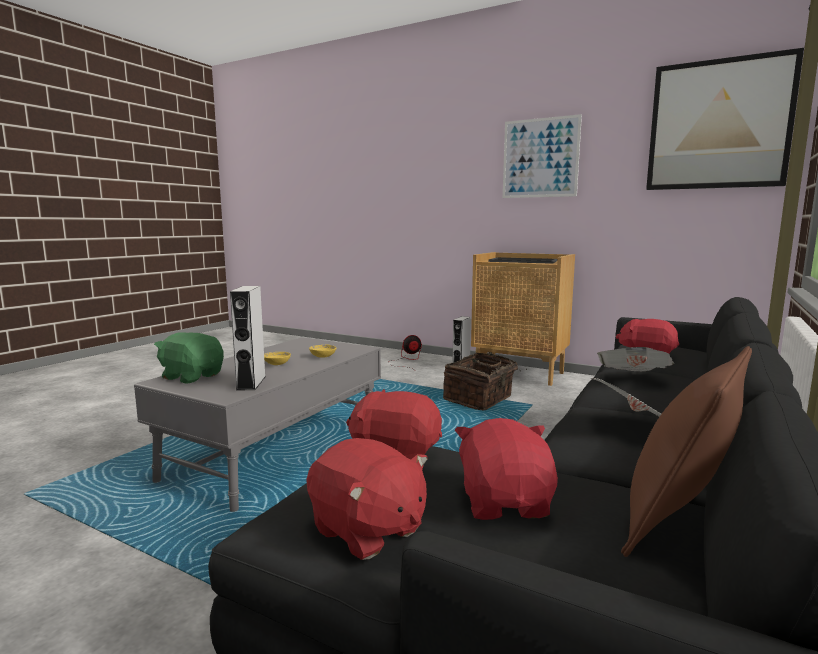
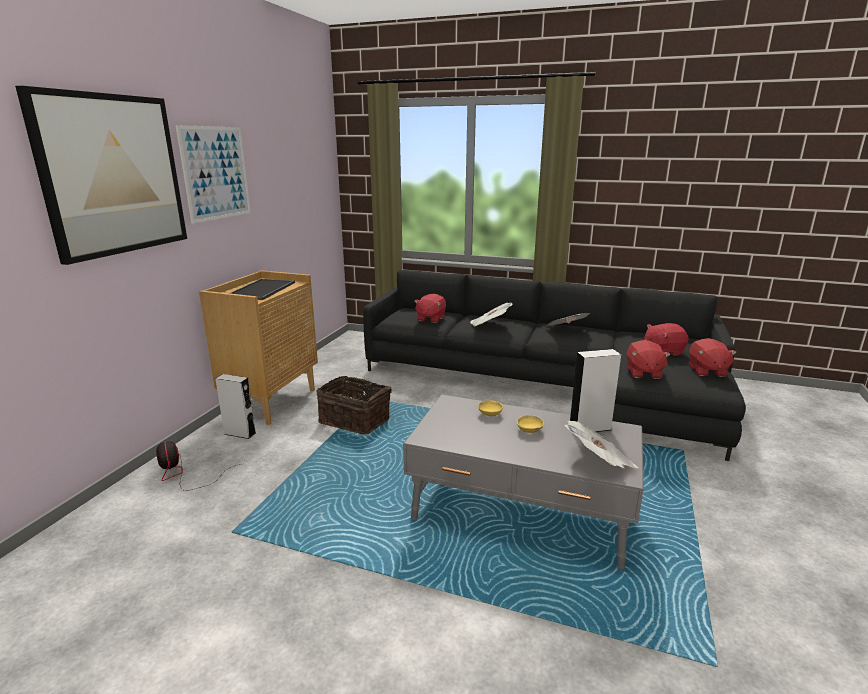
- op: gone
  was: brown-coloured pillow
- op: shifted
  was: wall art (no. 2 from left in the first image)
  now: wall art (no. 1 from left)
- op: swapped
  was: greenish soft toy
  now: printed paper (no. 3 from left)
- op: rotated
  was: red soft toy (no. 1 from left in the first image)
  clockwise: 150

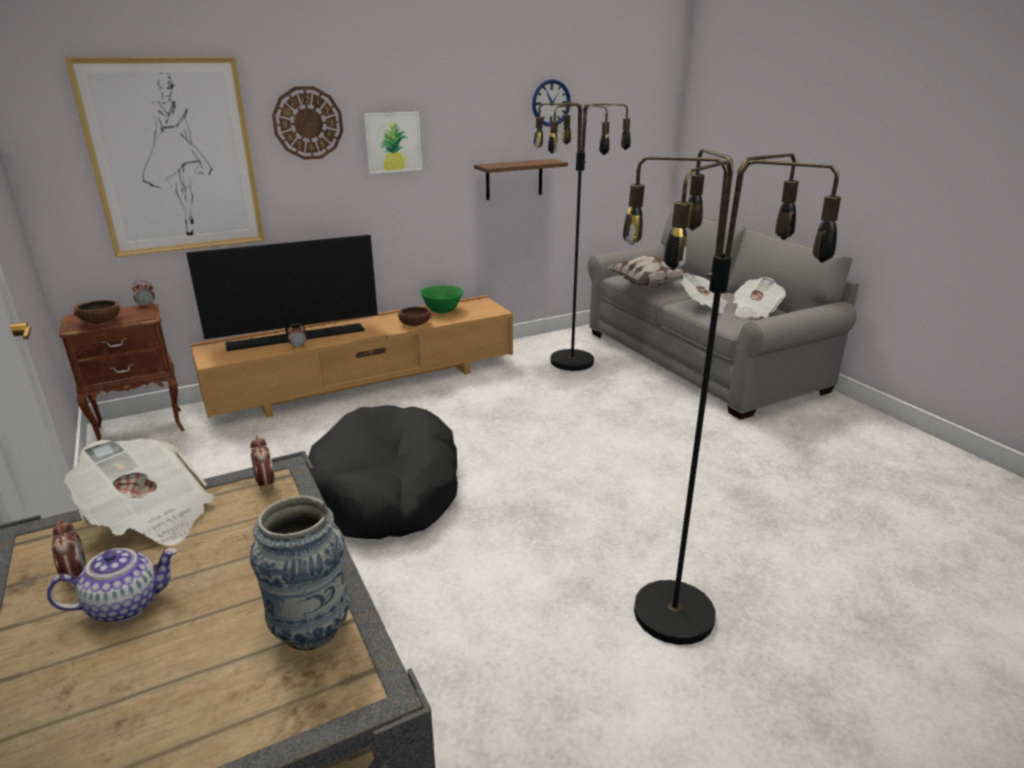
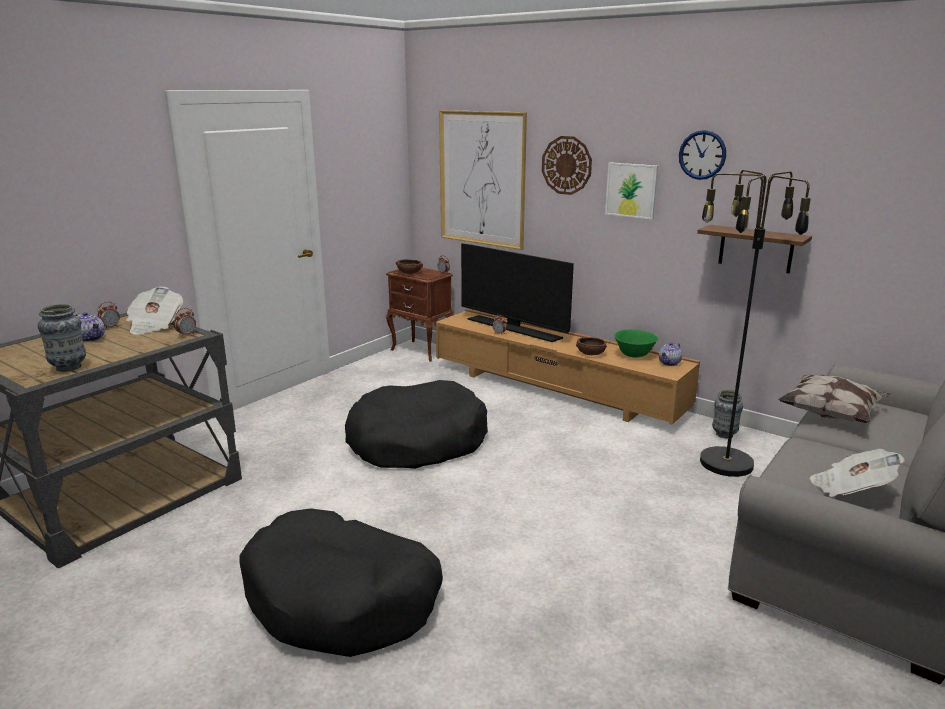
- op: gone
  was: printed paper (no. 2 from left)
- op: new
  now: tea pot (no. 2 from left)
- op: new
  now: decorative vase (no. 2 from left)
- op: shifted
  was: clock on the wall (no. 2 from left)
- op: swapped
  was: standing lamp (no. 2 from left)
  now: black dog bed (no. 1 from left)

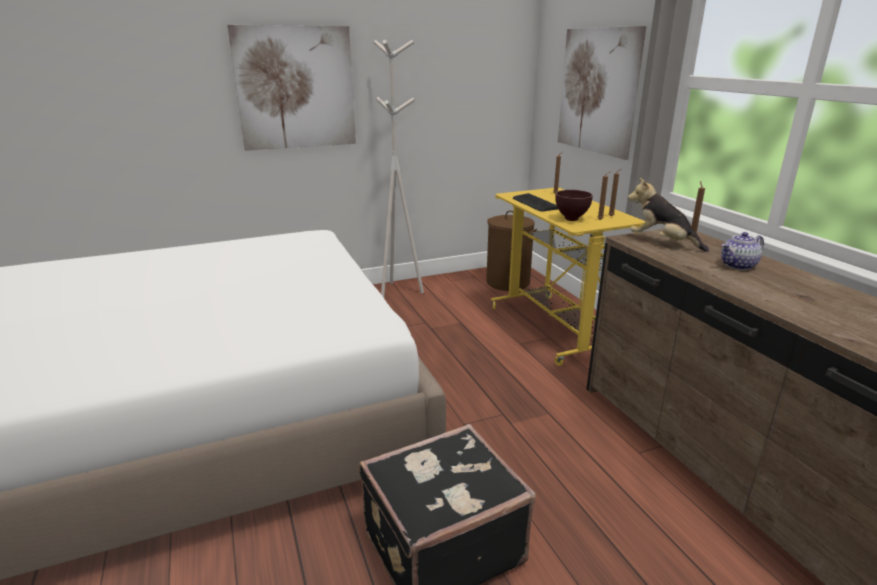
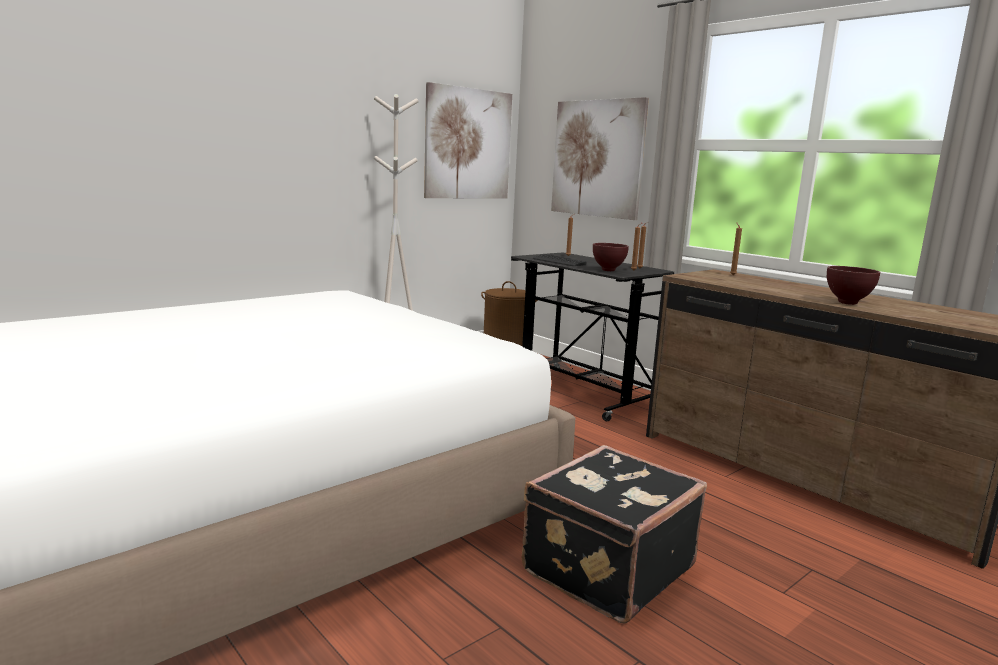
- op: gone
  was: soft toy
- op: gone
  was: tea pot
- op: new
  now: brown-coloured serving bowl (no. 2 from left)
- op: shifted
  was: wall art (no. 1 from left)
- op: repainted
  was: yellow desk unit
  now: black desk unit

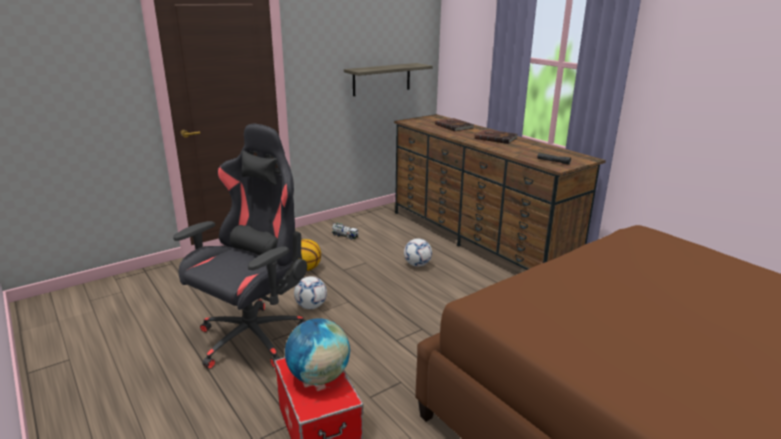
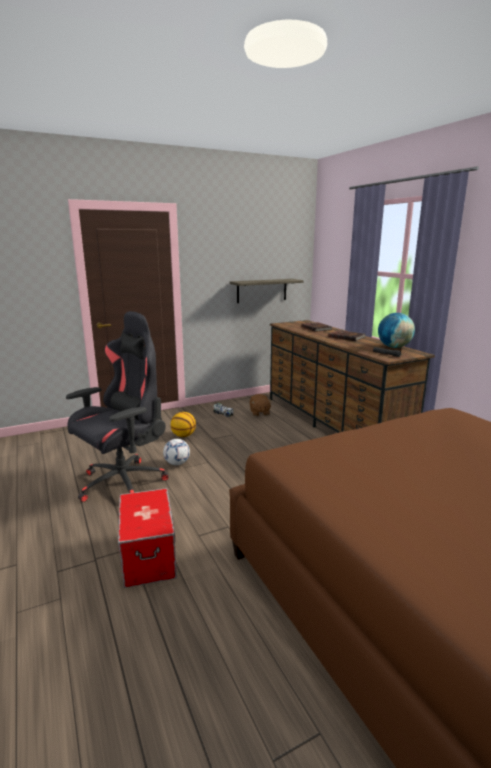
- op: gone
  was: football (no. 2 from left)
- op: new
  now: brown-coloured soft toy
- op: shifted
  was: world globe

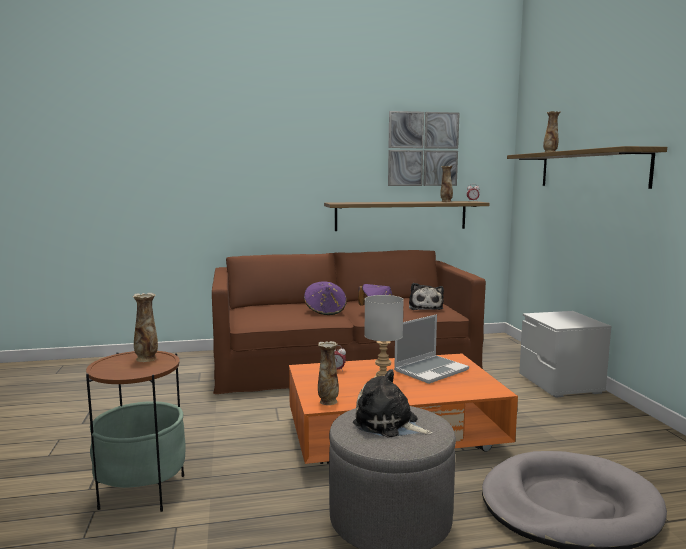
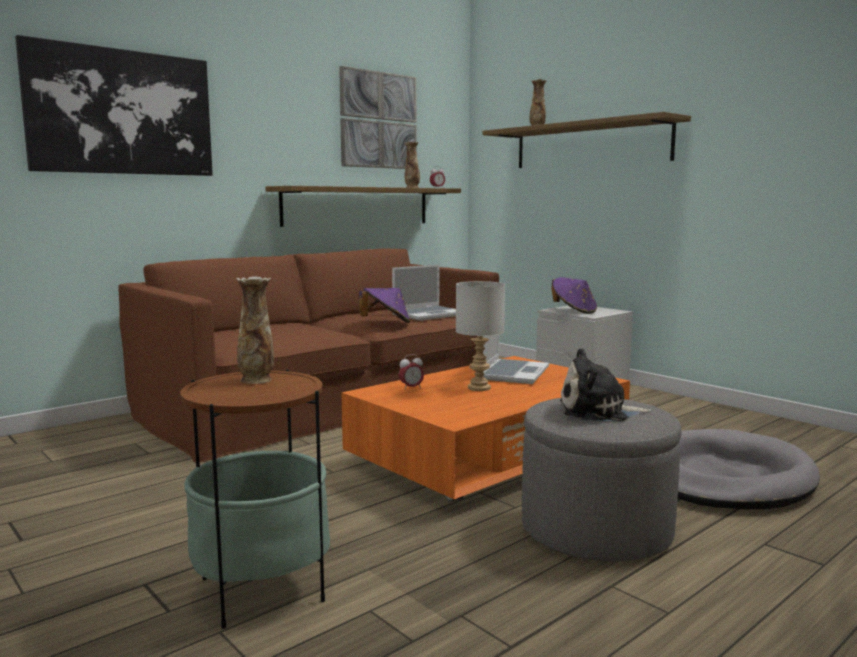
- op: gone
  was: decorative vase (no. 2 from left)
- op: new
  now: wall art (no. 1 from left)
- op: shifted
  was: purple wearable hat (no. 1 from left in the first image)
  now: purple wearable hat (no. 2 from left)
- op: swapped
  was: soft toy (no. 2 from left)
  now: notebook computer (no. 1 from left)

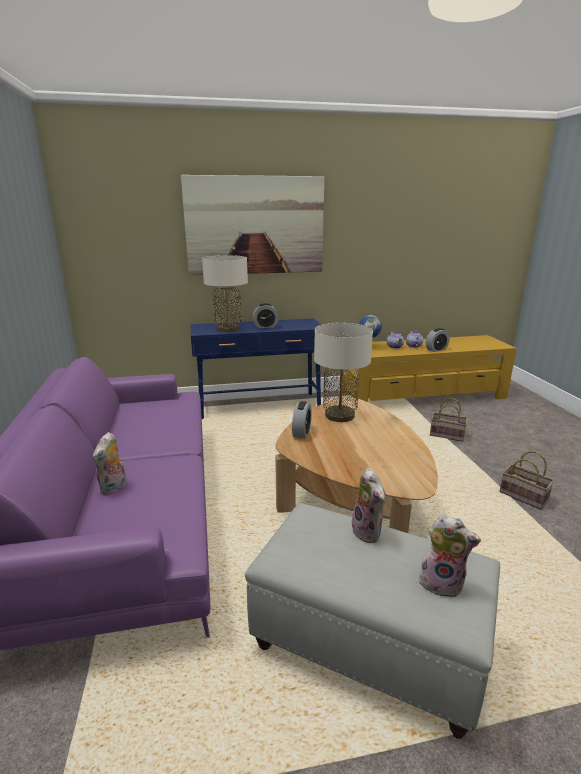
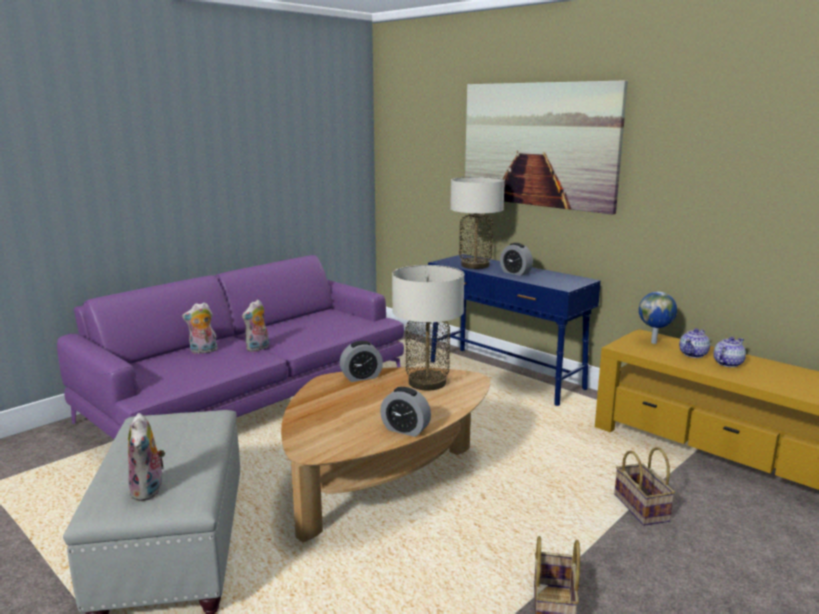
- op: shifted
  was: soft toy (no. 2 from left in the first image)
  now: soft toy (no. 3 from left)
- op: shifted
  was: table clock (no. 3 from left in the first image)
  now: table clock (no. 2 from left)

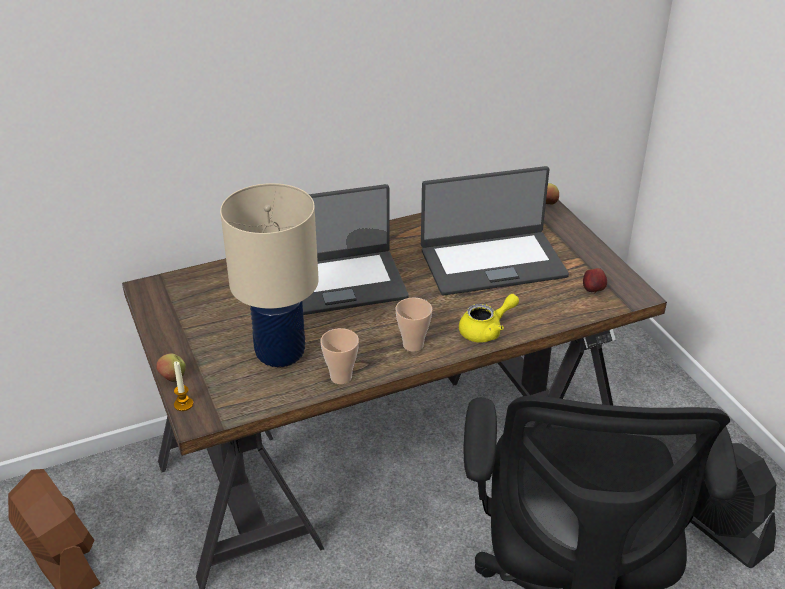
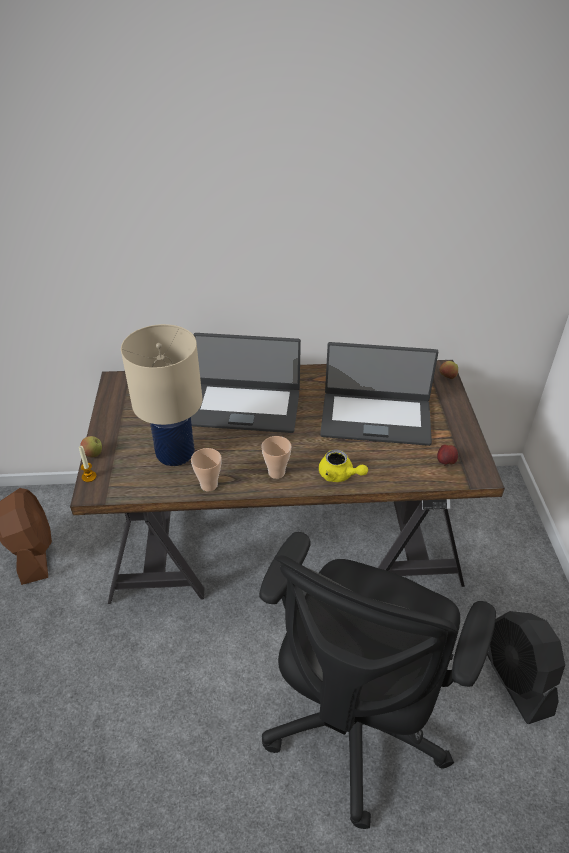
- op: rotated
  was: yellow tea pot
  clockwise: 45

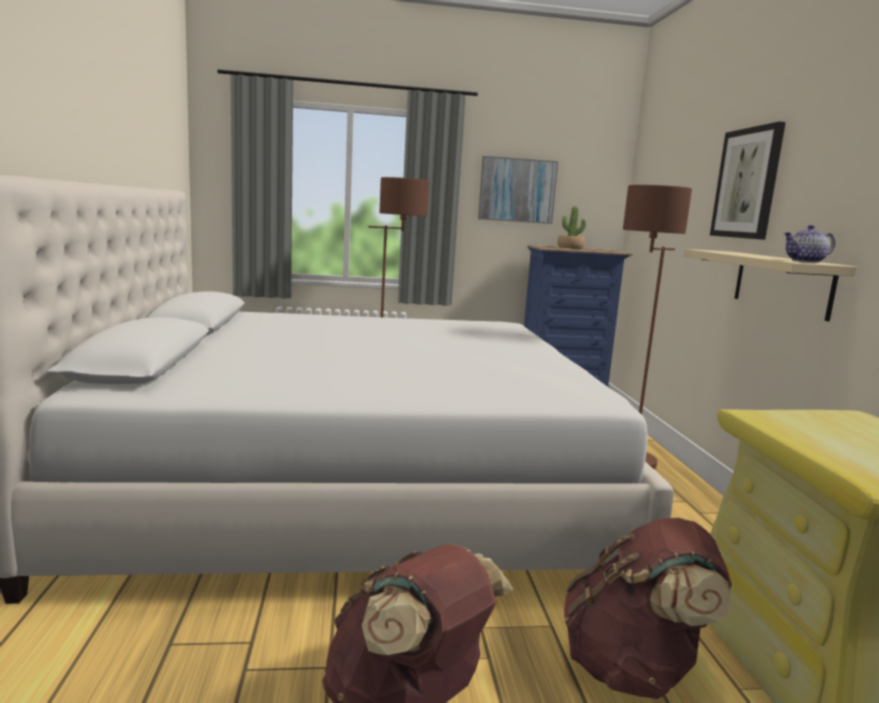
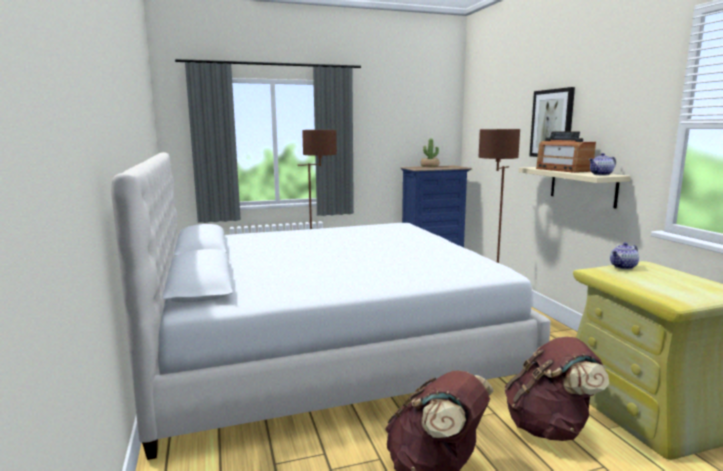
- op: gone
  was: wall art (no. 1 from left)
- op: new
  now: radio set
- op: new
  now: tea pot (no. 2 from left)

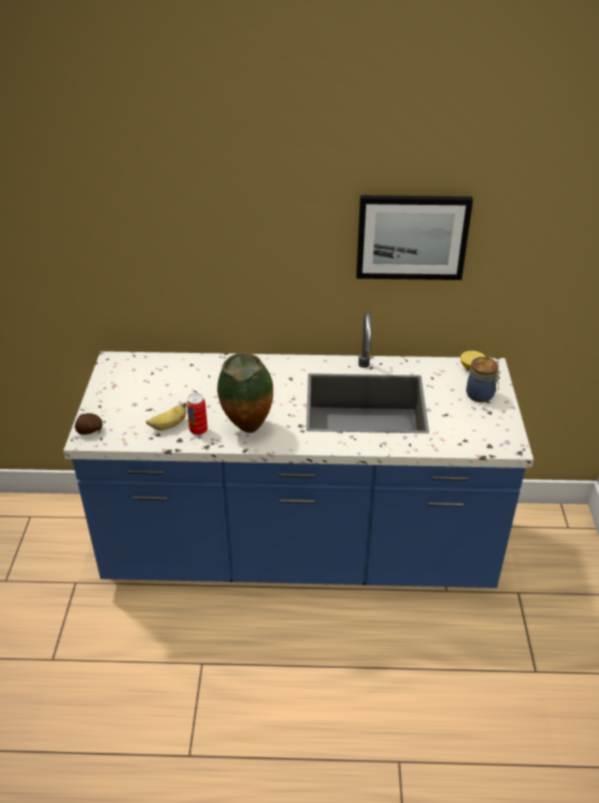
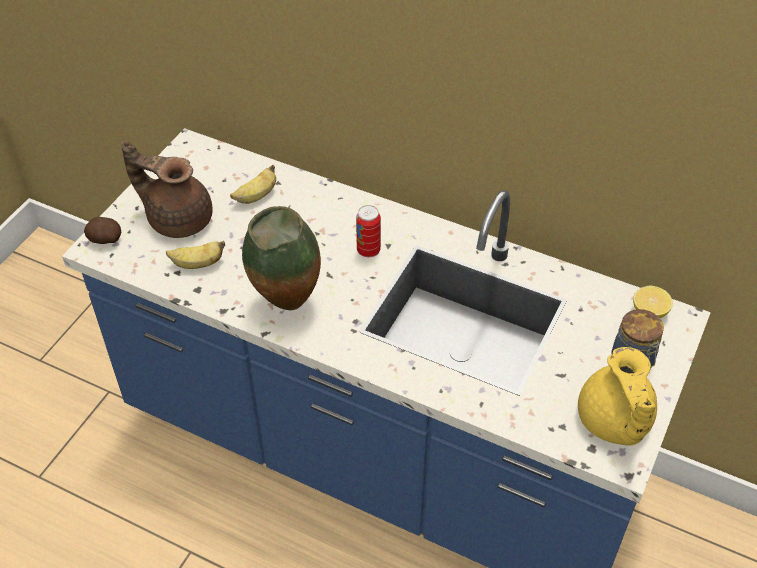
- op: gone
  was: wall art
- op: new
  now: brown-coloured tea pot
- op: new
  now: whole banana (no. 2 from left)
- op: new
  now: yellow tea pot
- op: shifted
  was: can

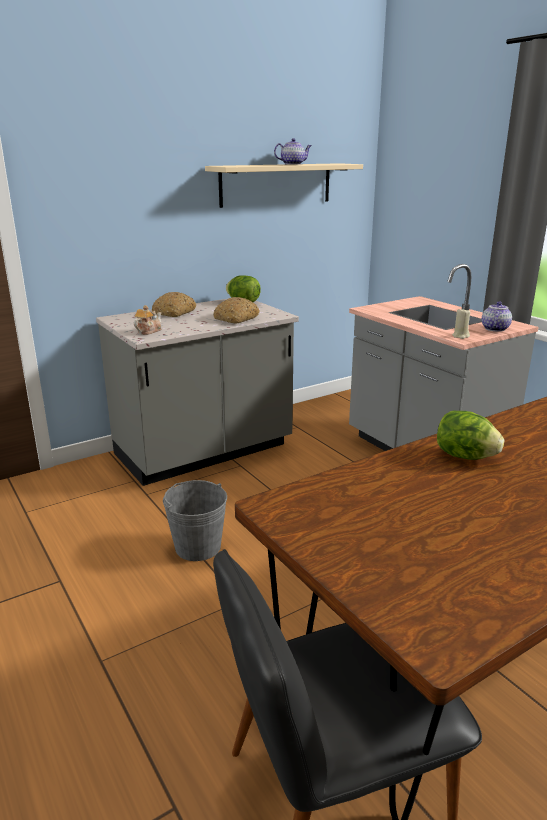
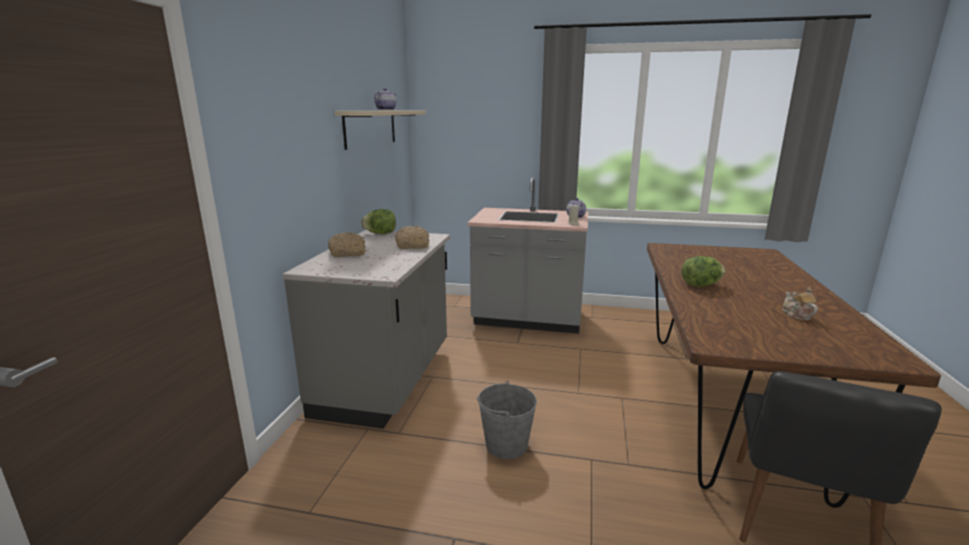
- op: shifted
  was: tea pot (no. 1 from left in the first image)
  now: tea pot (no. 3 from left)

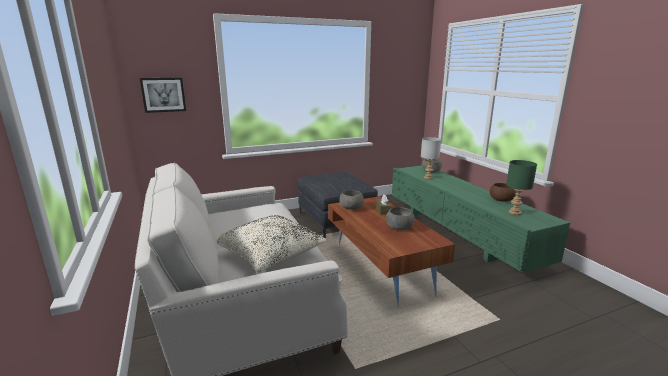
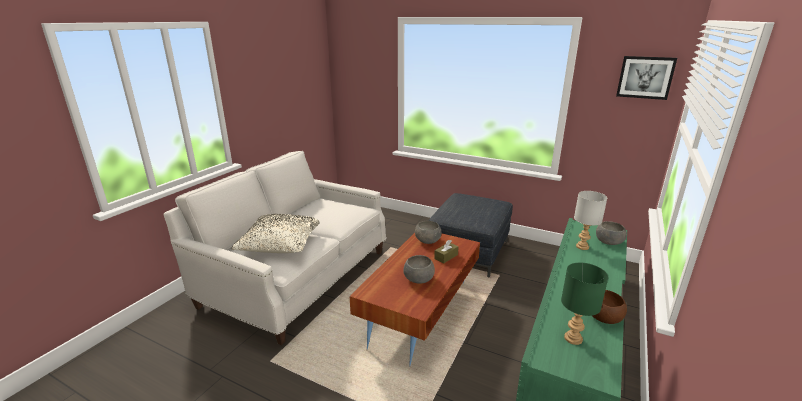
- op: shifted
  was: wall art

